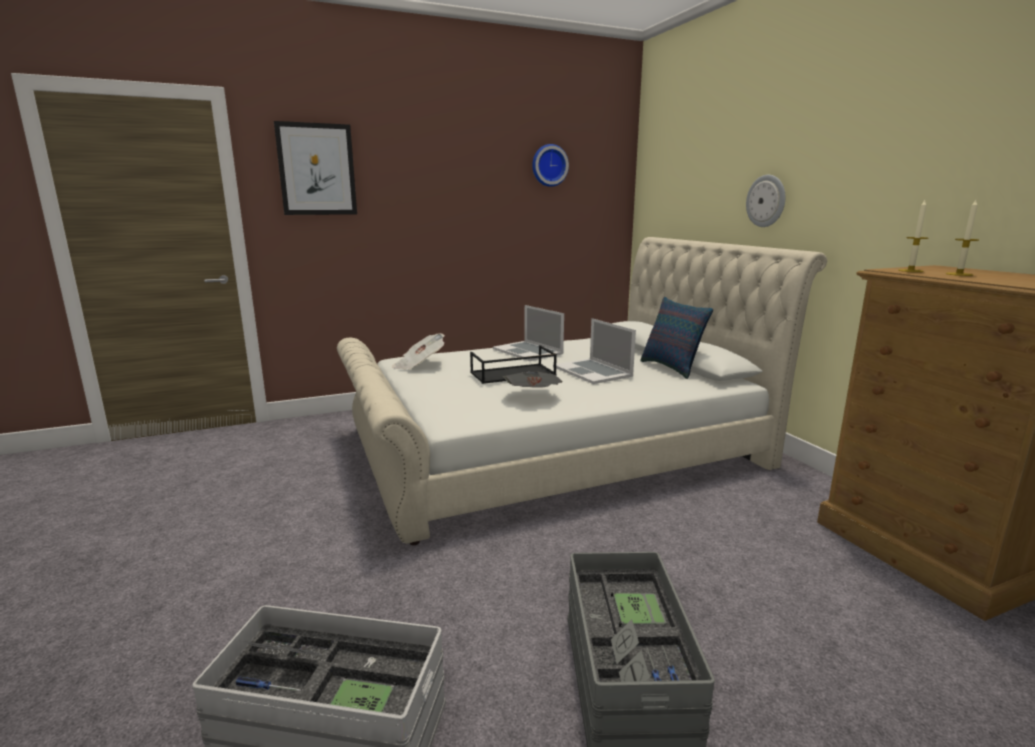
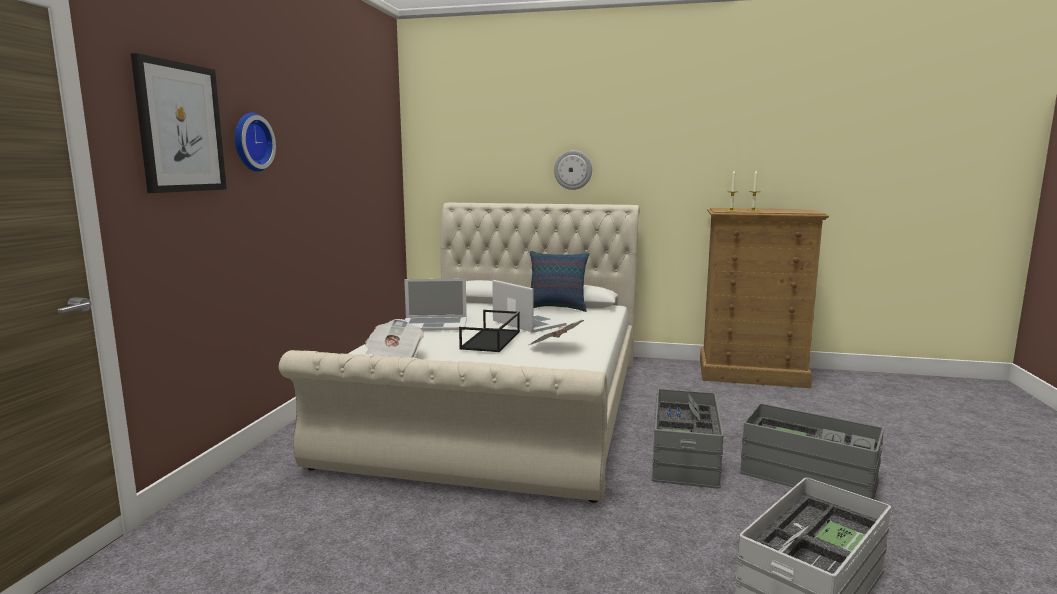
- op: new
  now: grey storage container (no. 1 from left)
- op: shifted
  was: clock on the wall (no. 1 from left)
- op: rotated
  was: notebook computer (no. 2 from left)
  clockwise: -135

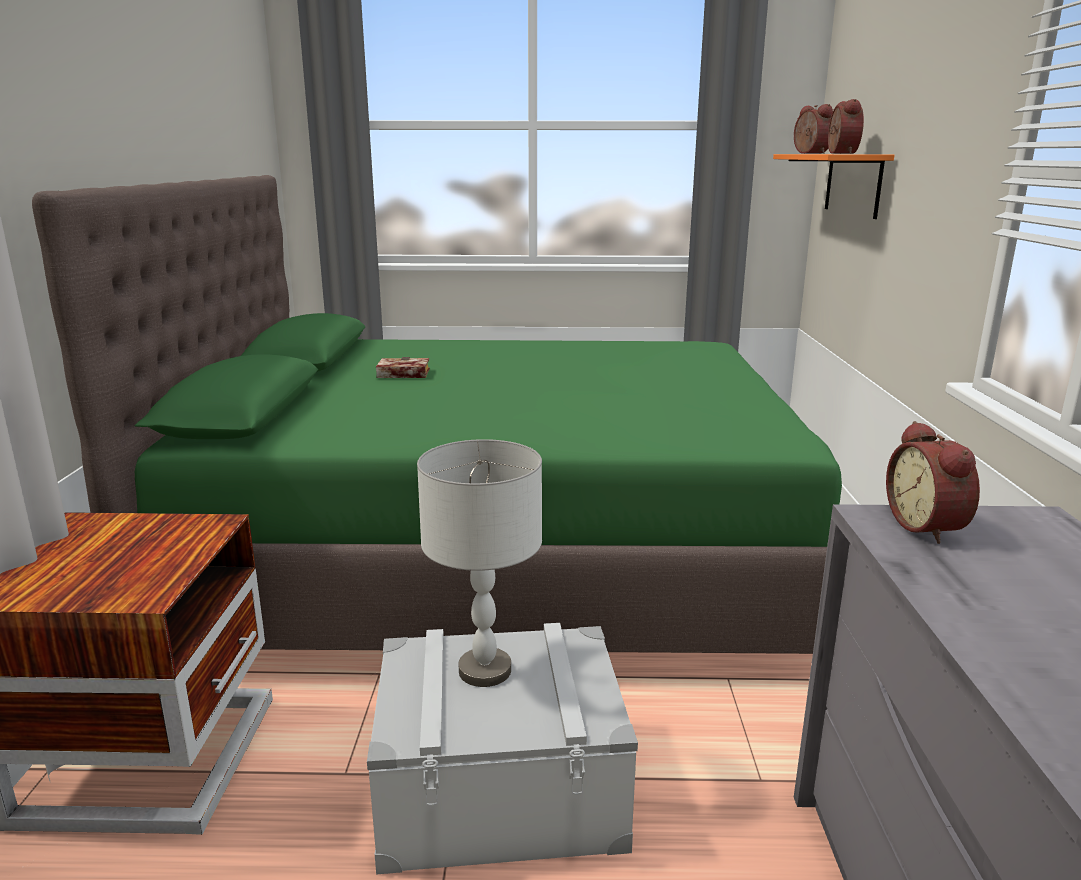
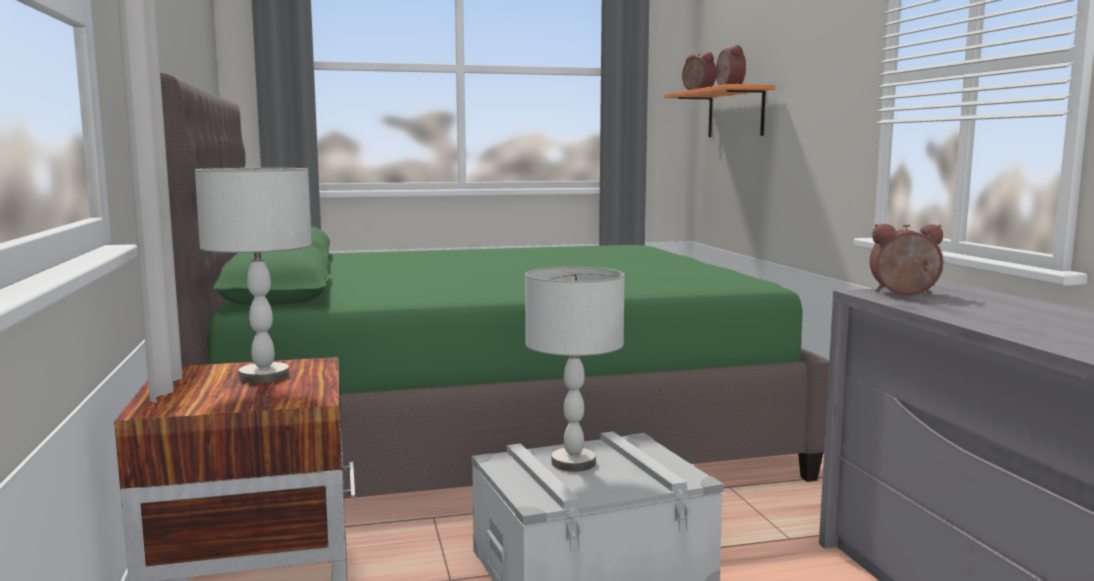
- op: gone
  was: volume
- op: new
  now: grey table lamp (no. 1 from left)
- op: rotated
  was: table clock (no. 3 from left)
  clockwise: 120

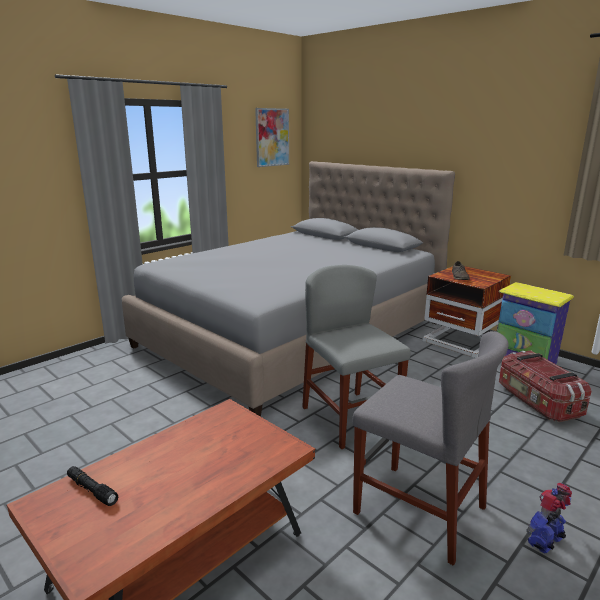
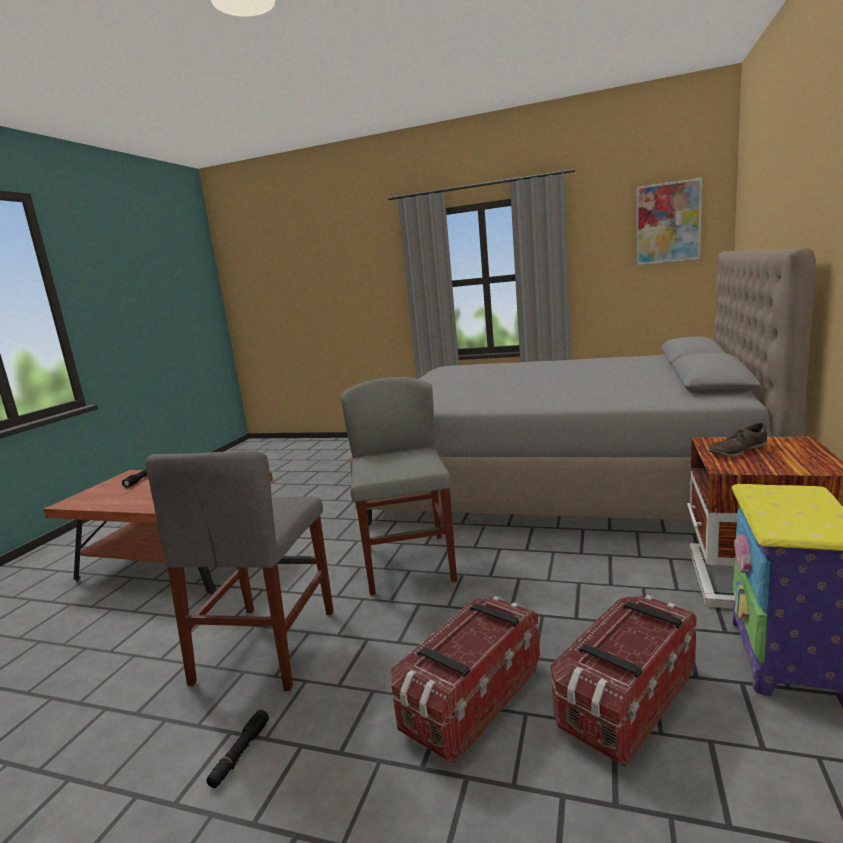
- op: new
  now: storage container (no. 1 from left)
- op: swapped
  was: robot figure
  now: black hand torch (no. 2 from left)
- op: rotated
  was: grey upright chair (no. 1 from left in the first image)
  clockwise: -45

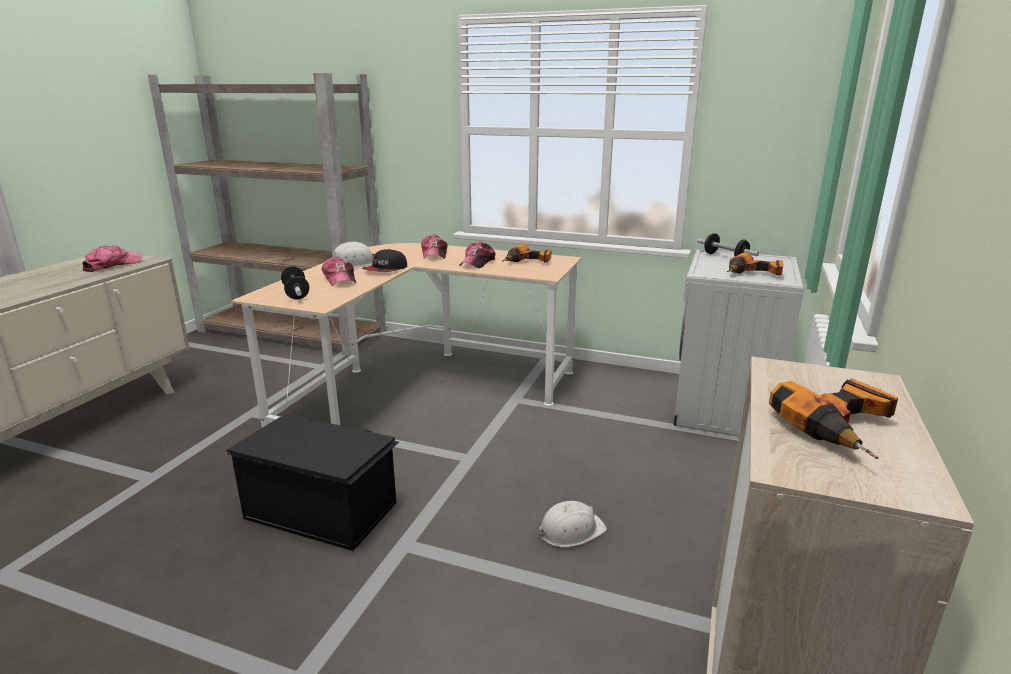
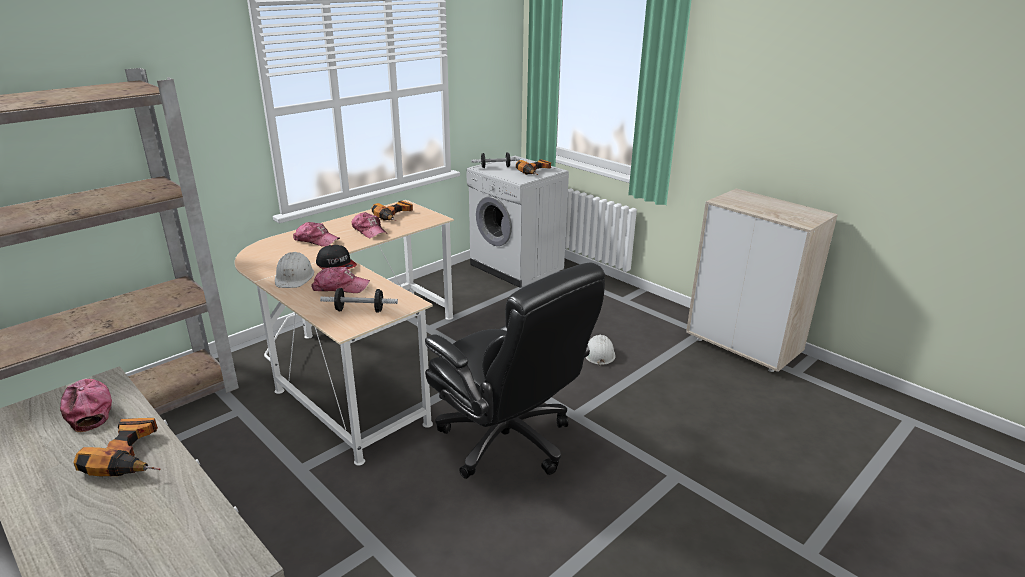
- op: shifted
  was: drill (no. 3 from left in the first image)
  now: drill (no. 1 from left)
- op: swapped
  was: black storage container
  now: black desk chair

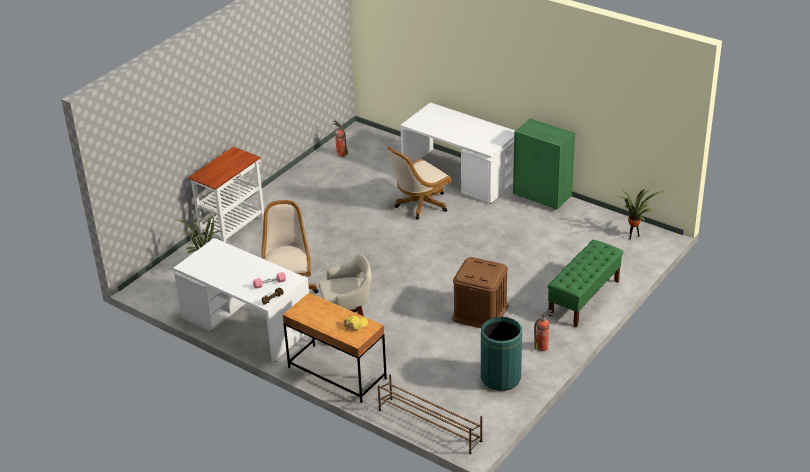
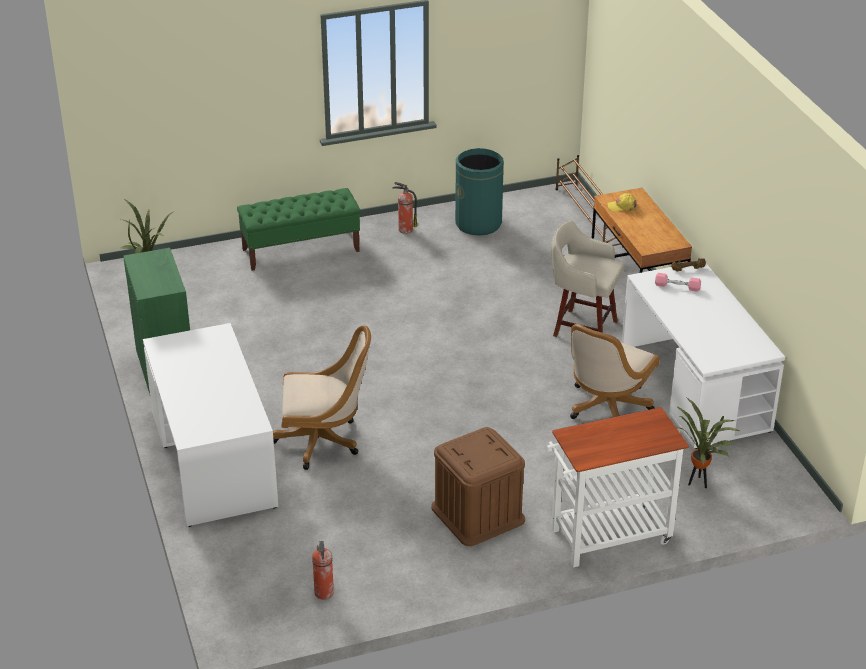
- op: shifted
  was: brown-coloured storage container

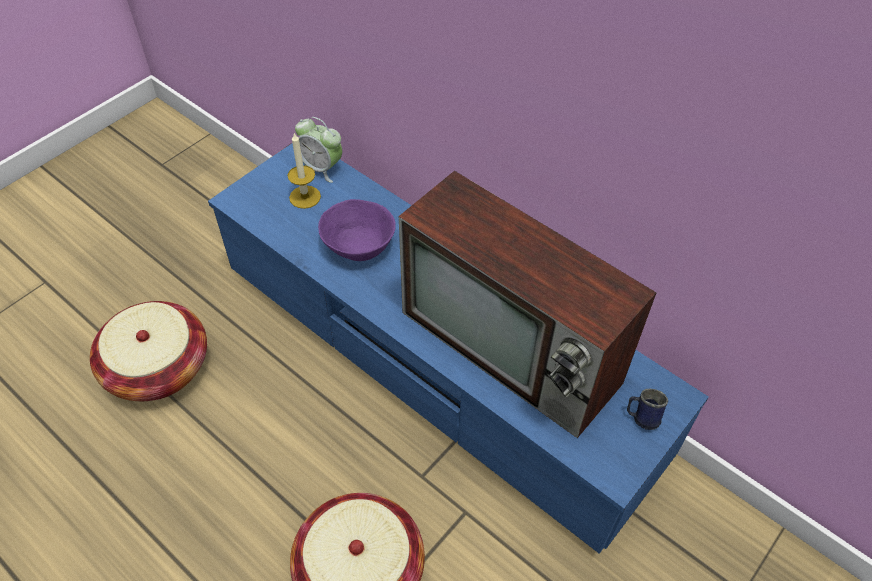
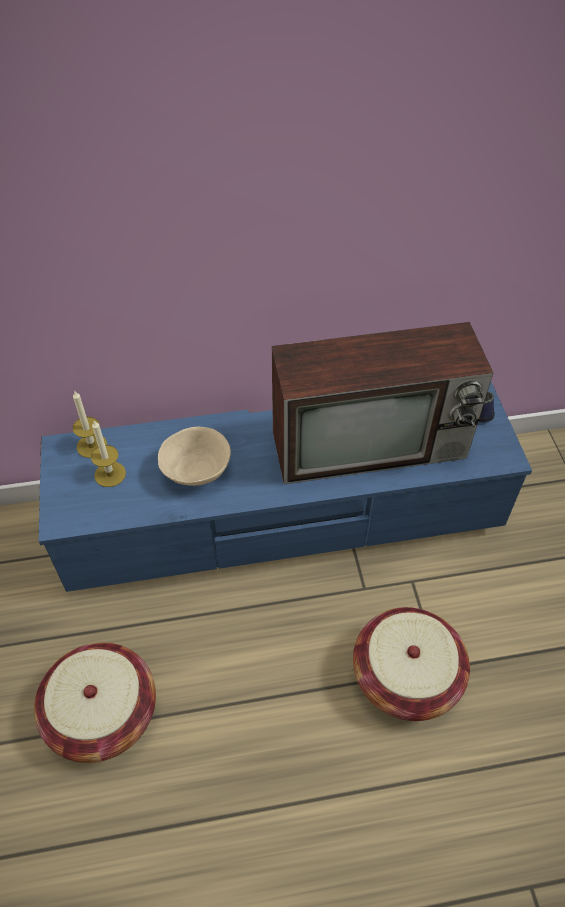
- op: swapped
  was: table clock
  now: wax light (no. 1 from left)
- op: repainted
  was: purple serving bowl
  now: beige serving bowl

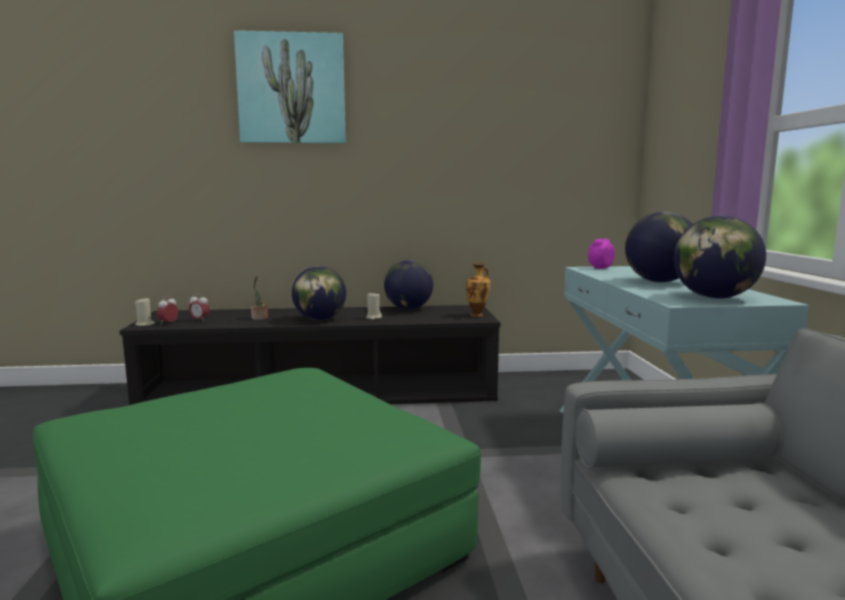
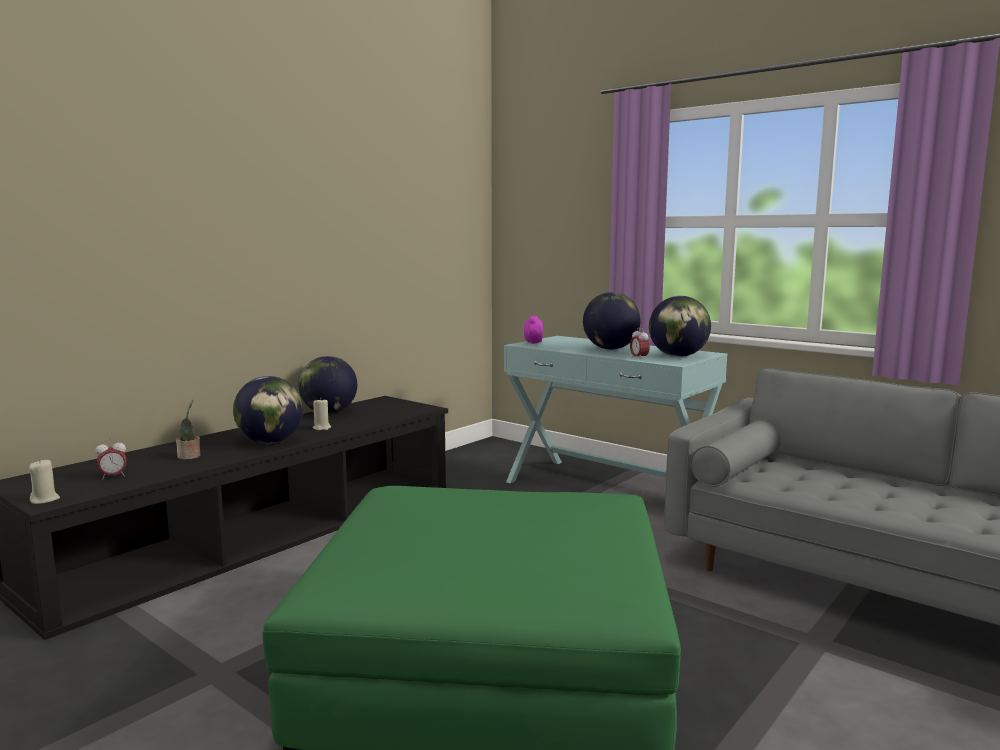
- op: gone
  was: wall art
- op: gone
  was: decorative vase
- op: shifted
  was: table clock (no. 1 from left in the first image)
  now: table clock (no. 3 from left)

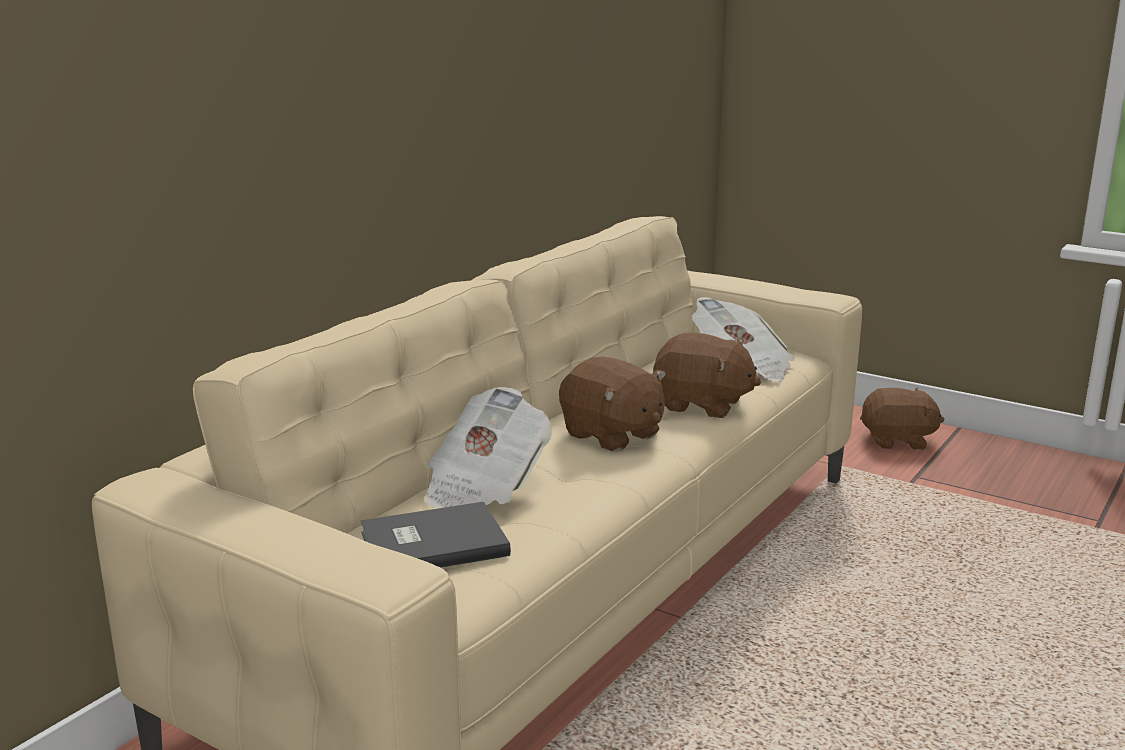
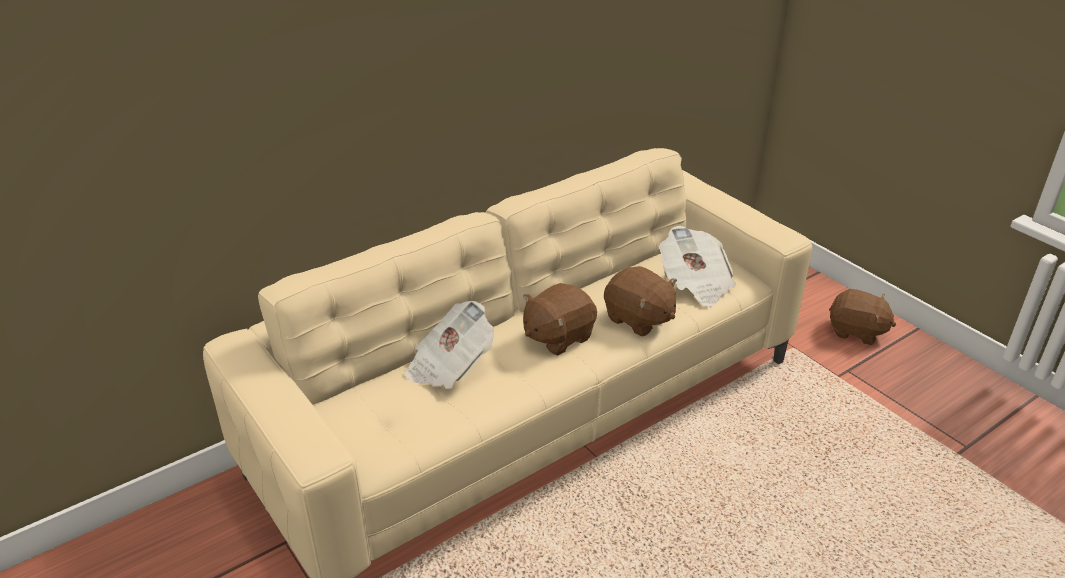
- op: gone
  was: grey volume
- op: rotated
  was: brown-coloured soft toy (no. 1 from left)
  clockwise: 75

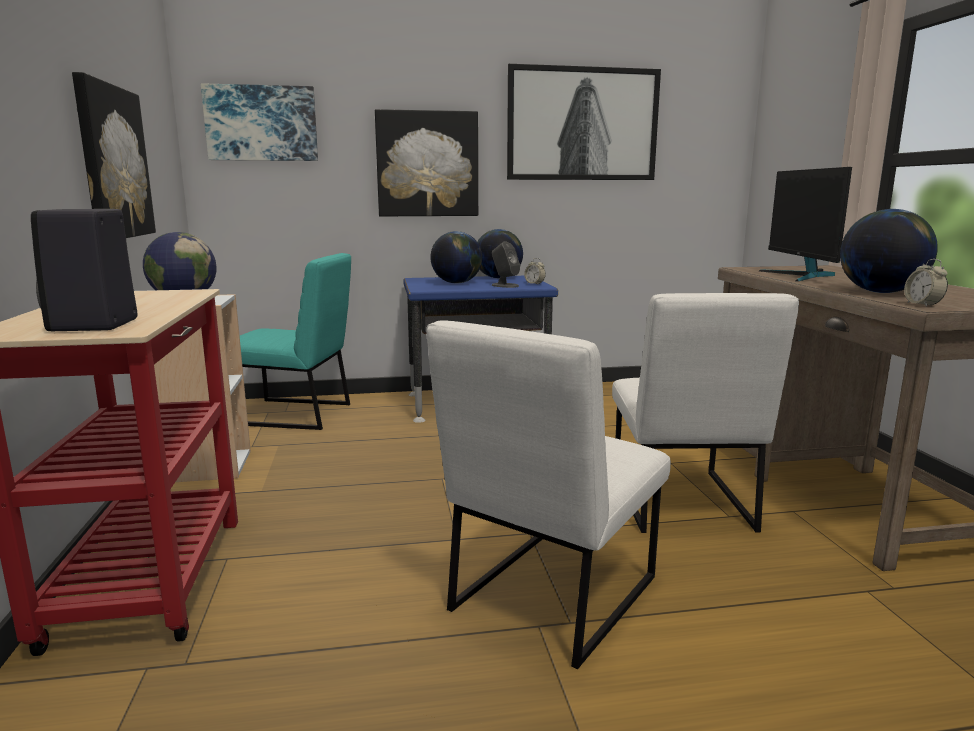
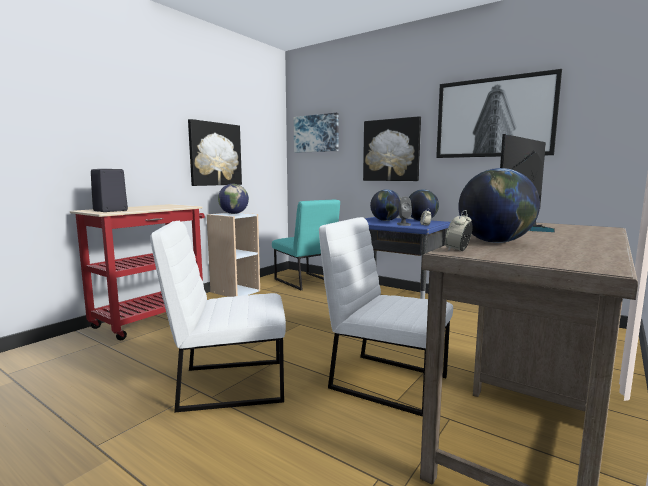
- op: rotated
  was: whitish upright chair (no. 2 from left)
  clockwise: 75

